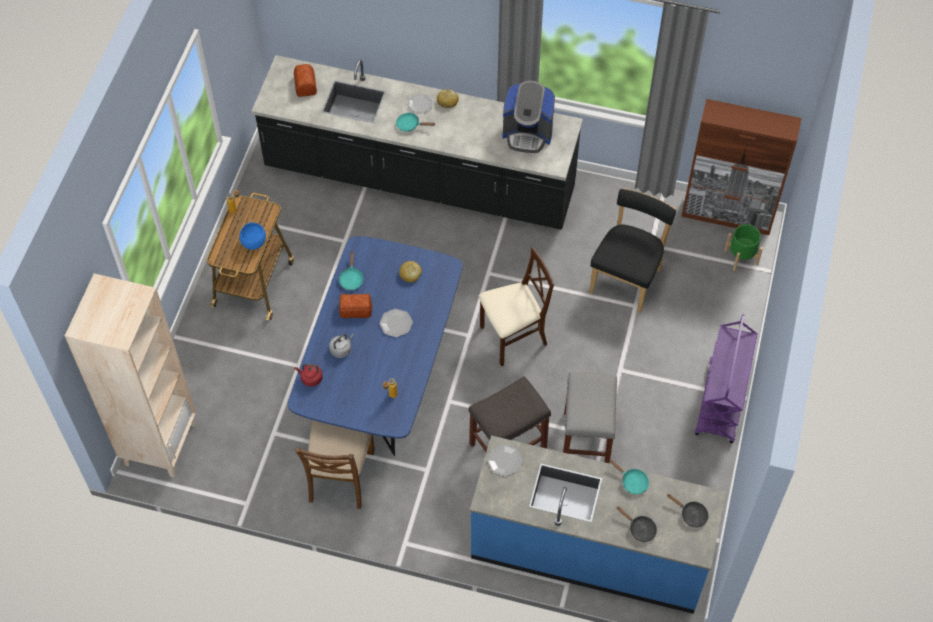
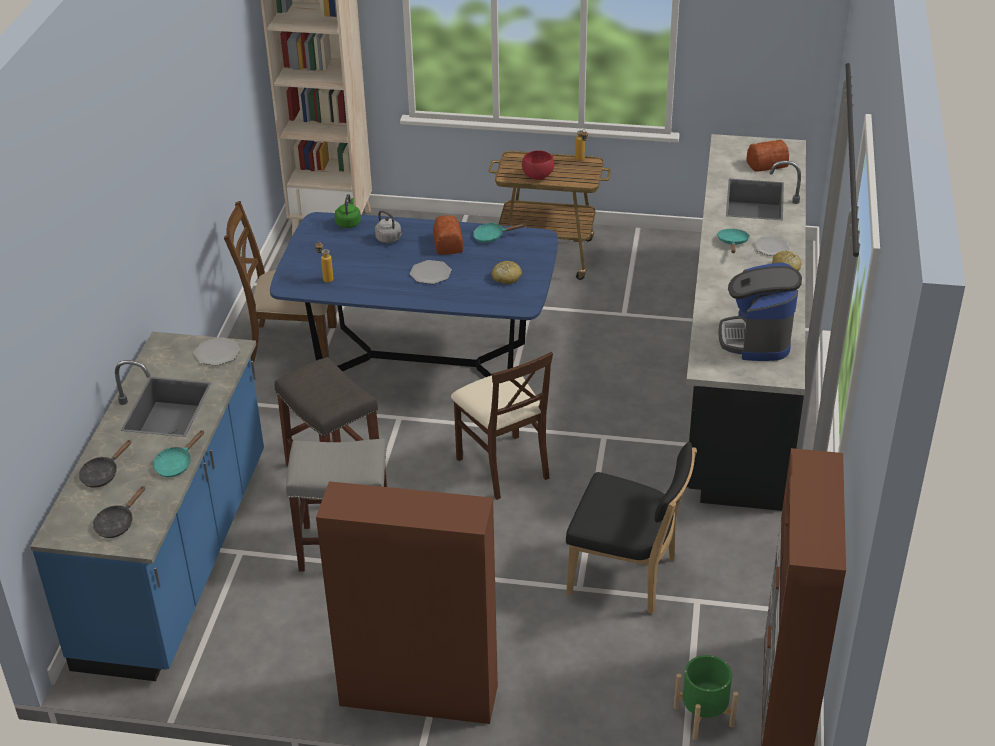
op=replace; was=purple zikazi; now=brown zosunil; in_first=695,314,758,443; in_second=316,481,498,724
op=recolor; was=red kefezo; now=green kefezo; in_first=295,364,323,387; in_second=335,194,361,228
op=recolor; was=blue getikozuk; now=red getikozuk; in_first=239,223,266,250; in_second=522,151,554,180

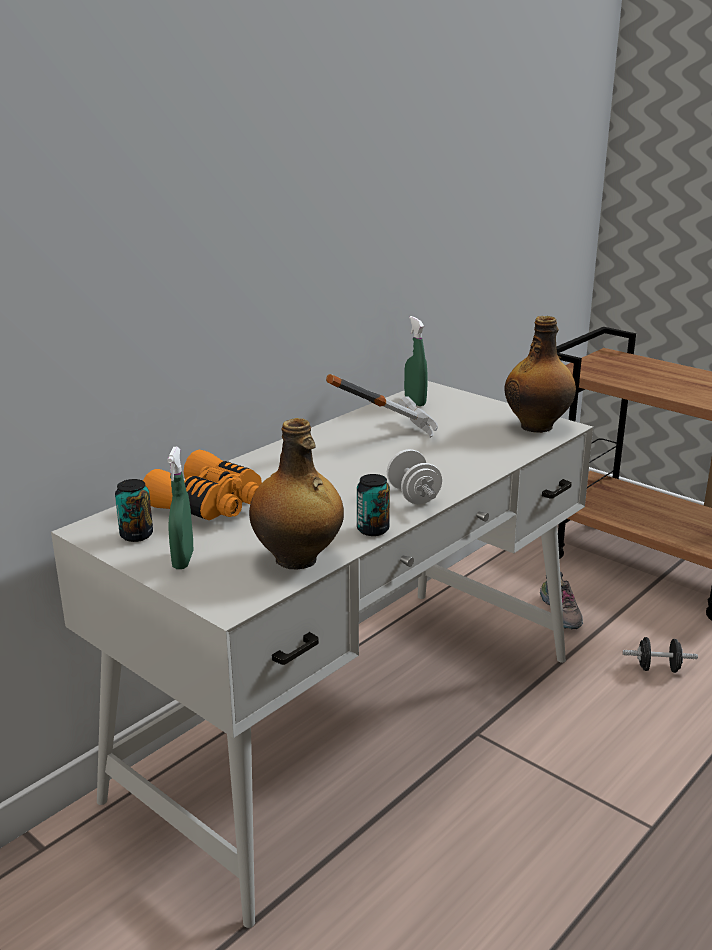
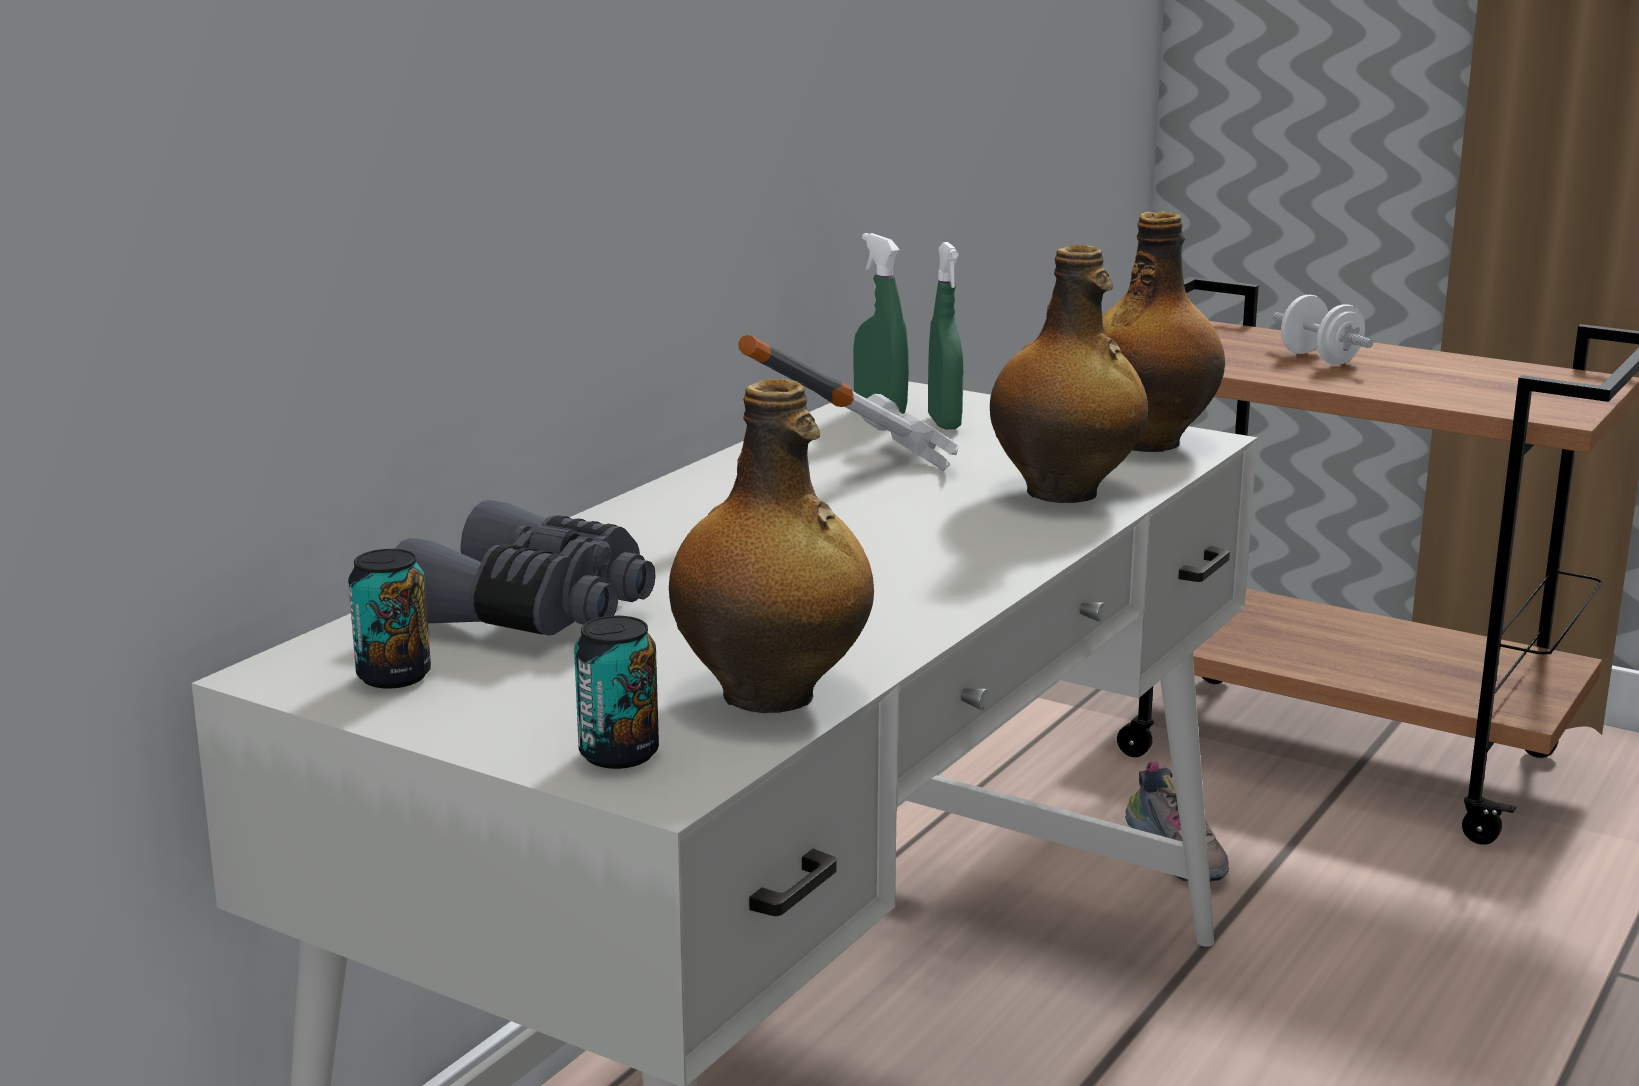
op=recolor; was=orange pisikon; now=grey pisikon; in_first=143,450,262,520; in_second=394,500,656,635
op=move; was=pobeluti; in_first=357,474,390,536; in_second=574,616,659,769
op=move; was=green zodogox; in_first=167,447,193,569; in_second=928,242,963,429
op=insert; now=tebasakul; in_second=990,245,1148,503
op=move; was=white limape; in_first=387,449,442,504; in_second=1273,295,1373,365
op=delete; was=black limape; in_first=623,637,698,673

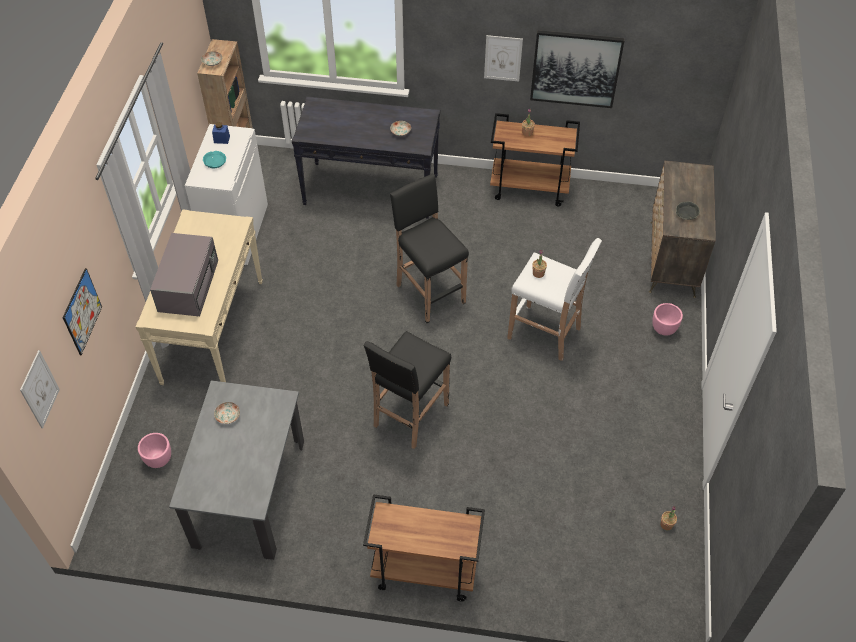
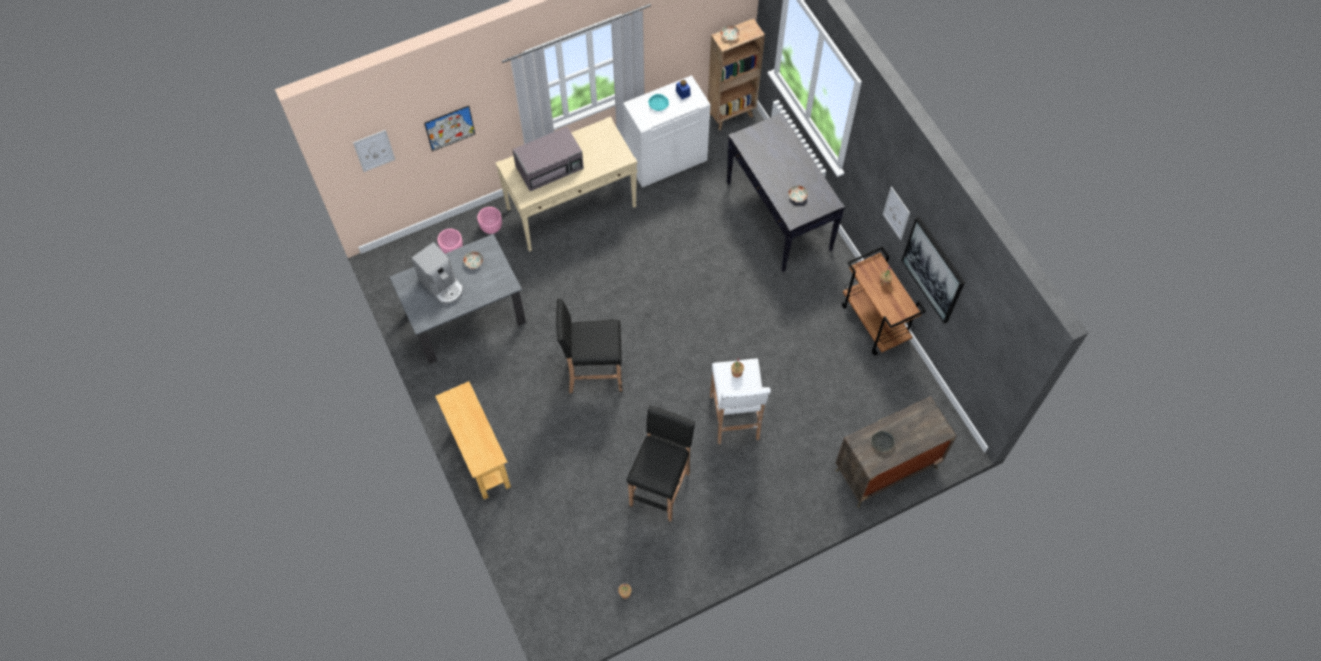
op=insert; now=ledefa; in_second=411,242,463,304
op=replace; was=brown zikazi; now=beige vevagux; in_first=363,494,485,601; in_second=435,381,511,499
op=move; was=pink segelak; in_first=652,303,683,336; in_second=477,207,502,234
op=move; was=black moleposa; in_first=390,173,469,323; in_second=627,406,695,522

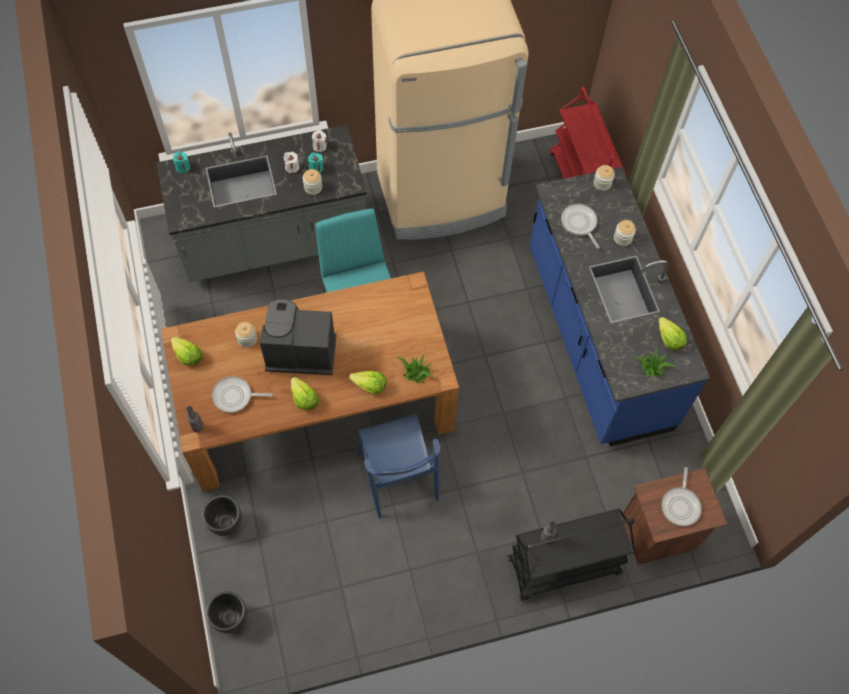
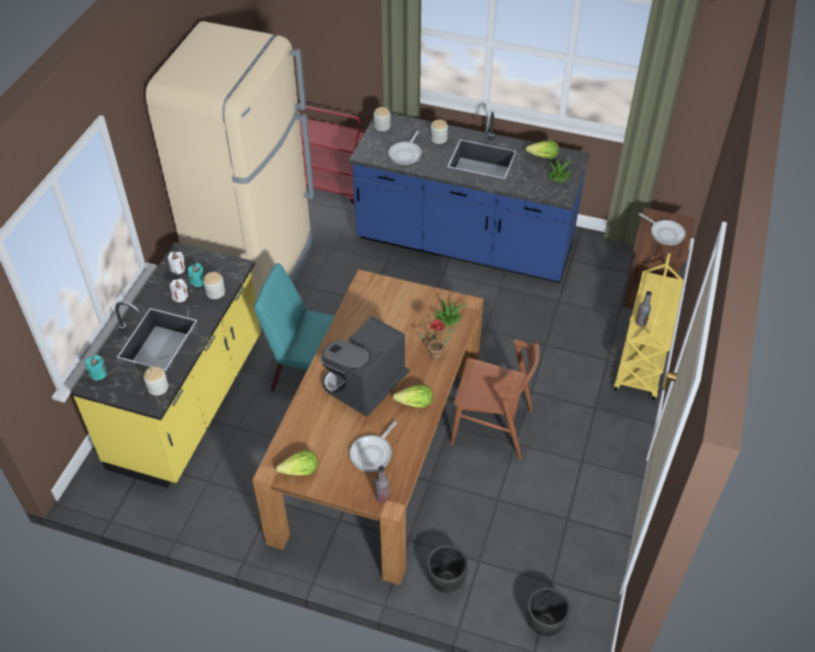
op=recolor; was=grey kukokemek; now=yellow kukokemek; in_first=156,125,367,282; in_second=71,242,261,488
op=move; was=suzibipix; in_first=235,322,257,348; in_second=144,366,168,396
op=rotate; was=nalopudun; in_first=561,204,600,248; in_second=388,131,422,165; clockwise=-75
op=replace; was=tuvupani; now=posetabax; in_first=349,371,387,394; in_second=420,320,454,359
op=recolor; was=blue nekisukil; now=brown nekisukil; in_first=358,414,440,518; in_second=450,340,539,460
op=recolor; was=black zikazi; now=yellow zikazi; in_first=508,509,635,601; in_second=614,253,684,400

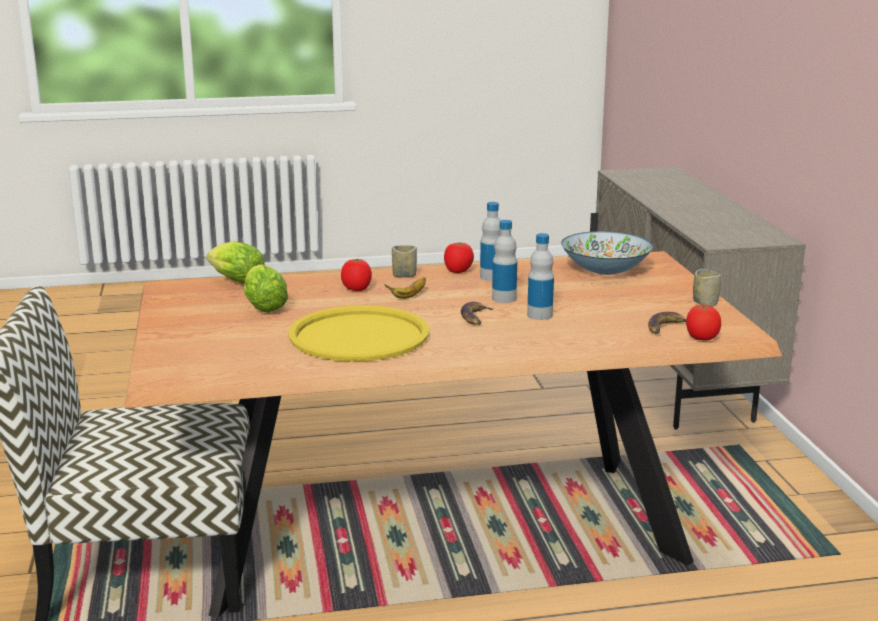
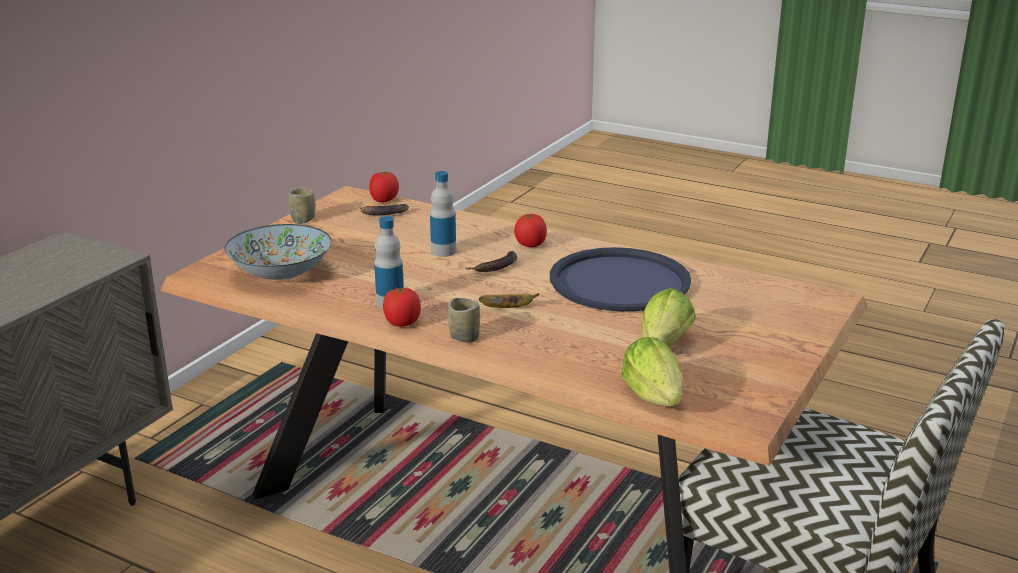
op=move; was=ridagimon; in_first=341,259,372,291; in_second=514,213,547,247
op=recolor; was=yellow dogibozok; now=blue dogibozok; in_first=288,305,429,362; in_second=550,247,691,312
op=delete; was=tebasakul; in_first=492,220,517,303

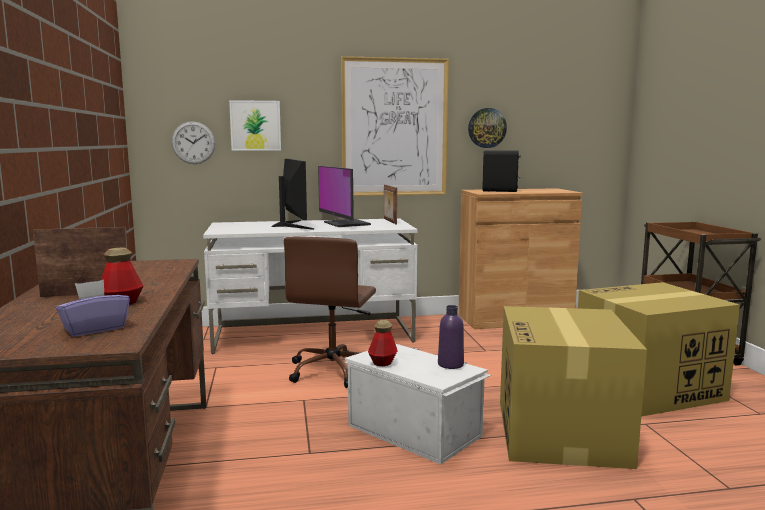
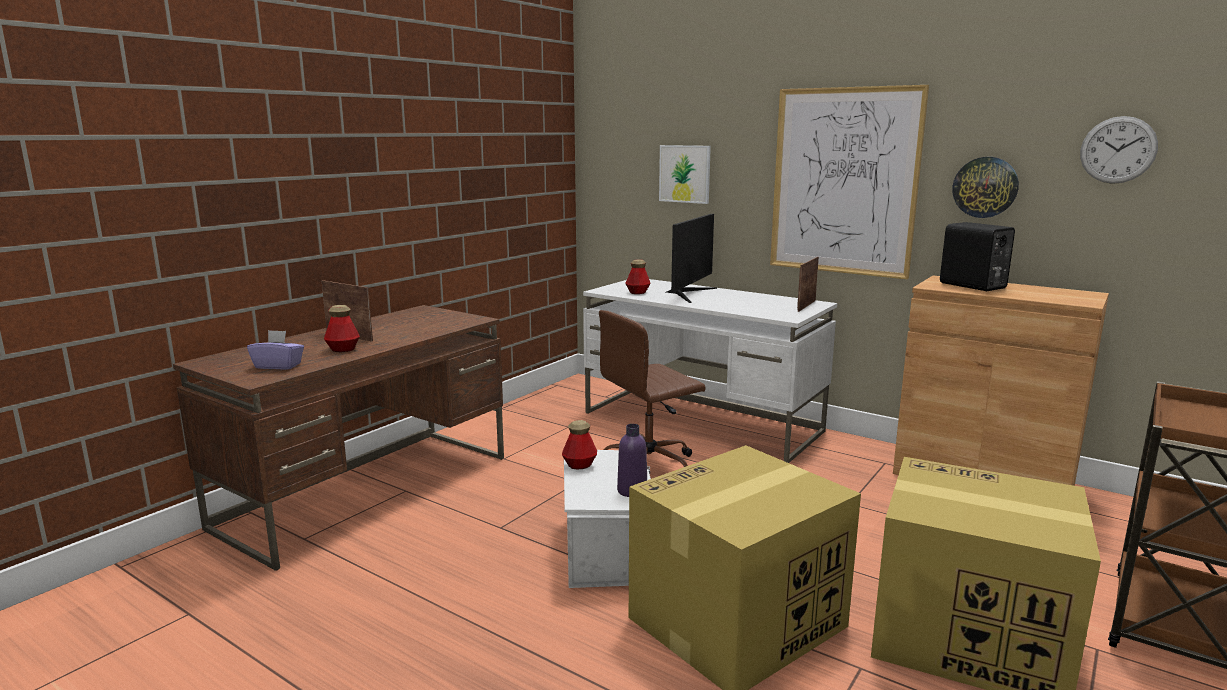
op=insert; now=tebasakul; in_second=625,259,650,294
op=move; was=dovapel; in_first=172,121,215,164; in_second=1080,116,1158,184
op=delete; was=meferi; in_first=318,166,371,227

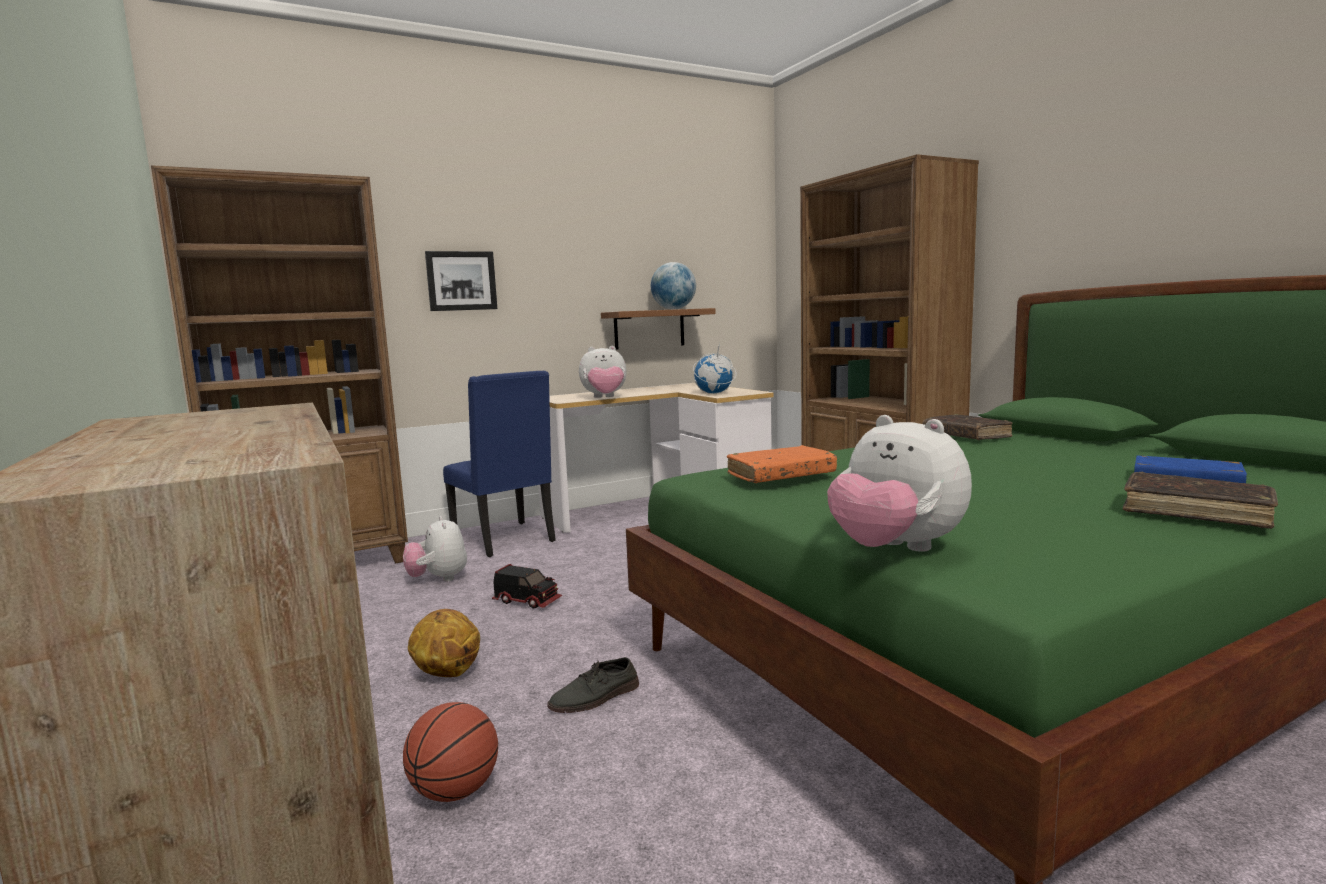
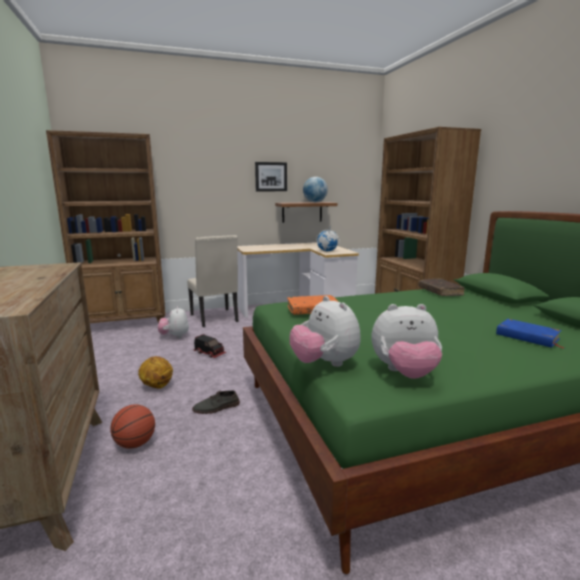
op=recolor; was=blue nekisukil; now=beige nekisukil; in_first=443,371,556,557; in_second=187,235,239,327
op=move; was=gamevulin; in_first=425,251,497,311; in_second=255,162,287,191
op=move; was=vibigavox; in_first=579,346,627,398; in_second=371,304,442,379
op=delete; was=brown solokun; in_first=1123,472,1278,529

